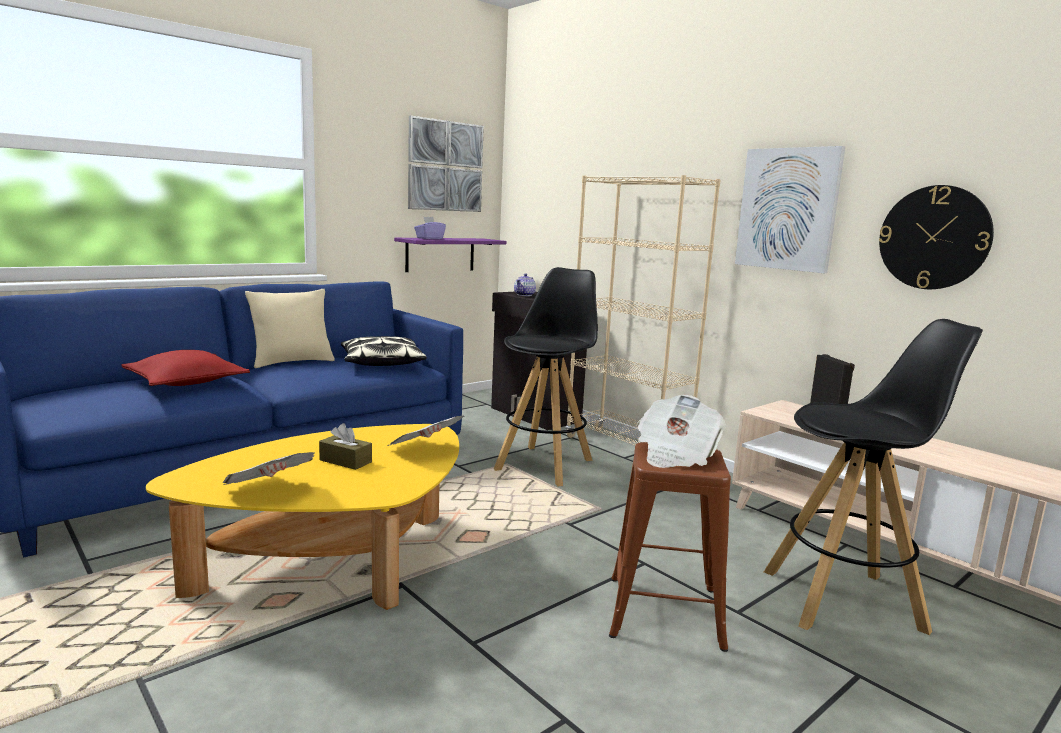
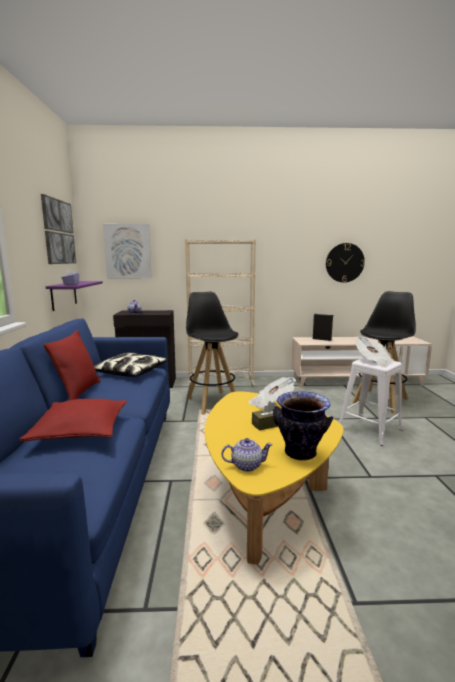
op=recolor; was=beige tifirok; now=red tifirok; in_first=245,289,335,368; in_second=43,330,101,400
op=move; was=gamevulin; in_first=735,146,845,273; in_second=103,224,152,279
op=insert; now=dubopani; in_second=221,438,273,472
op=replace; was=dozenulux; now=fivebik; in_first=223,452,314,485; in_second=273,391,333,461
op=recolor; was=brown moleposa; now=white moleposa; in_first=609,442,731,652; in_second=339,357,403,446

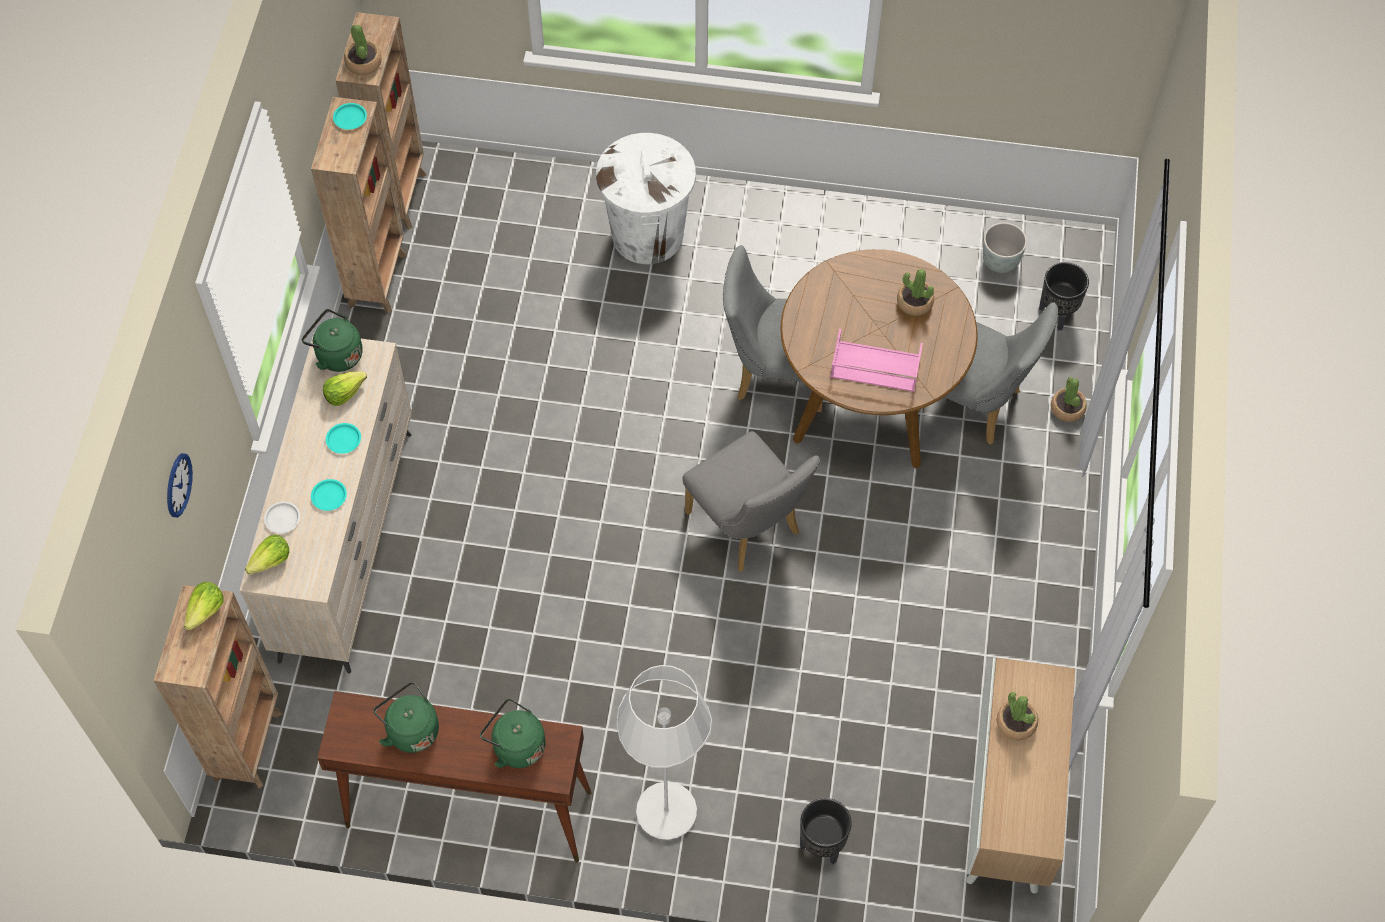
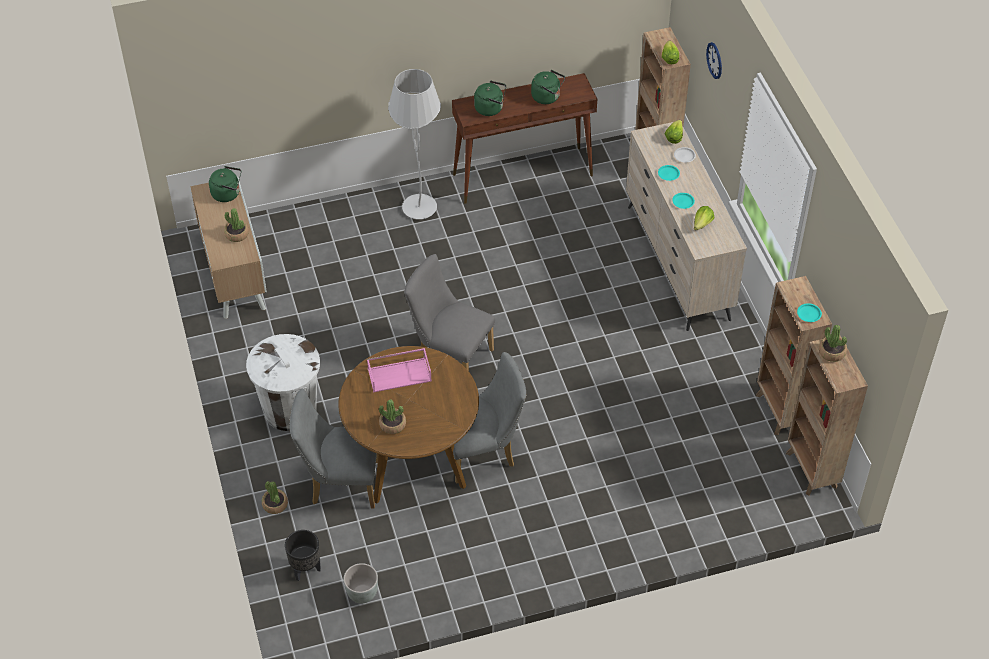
op=move; was=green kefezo; in_first=302,309,363,372; in_second=209,166,241,202
op=move; was=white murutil; in_first=596,133,696,264; in_second=246,334,320,431
op=delete; was=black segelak; in_first=800,798,852,865

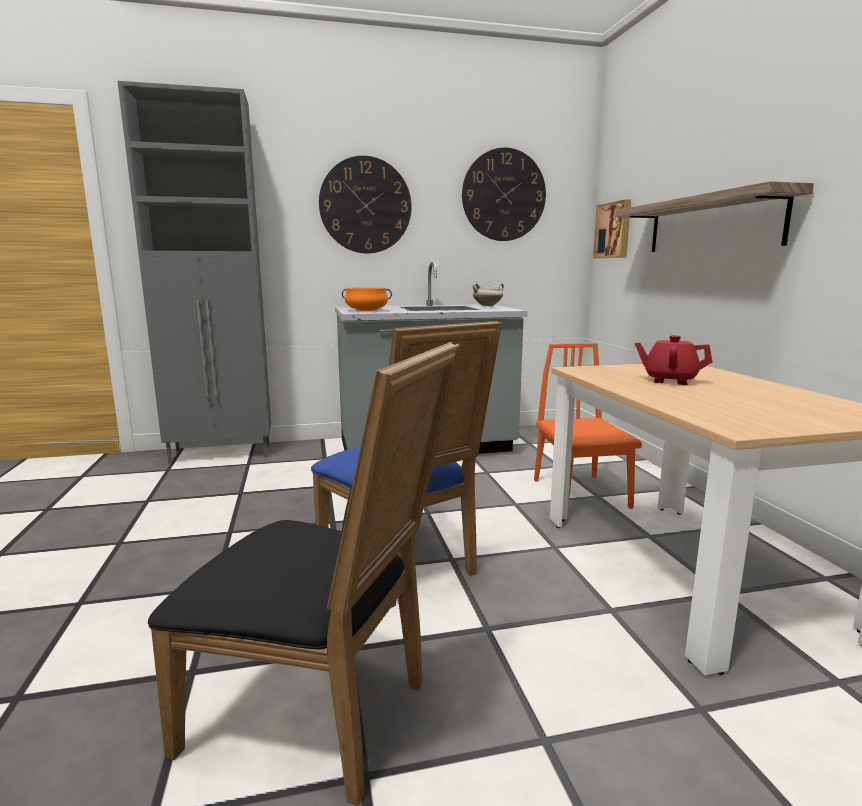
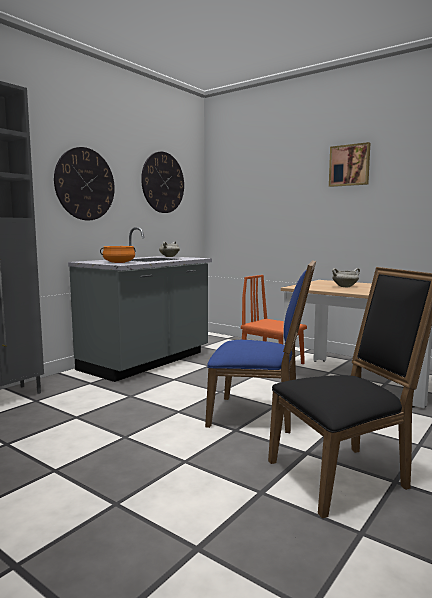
op=move; was=gamevulin; in_first=593,199,631,258; in_second=329,142,370,187
op=replace; was=red dubopani; now=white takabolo; in_first=635,335,712,385; in_second=332,268,360,288
op=delete; was=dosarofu; in_first=615,181,814,252

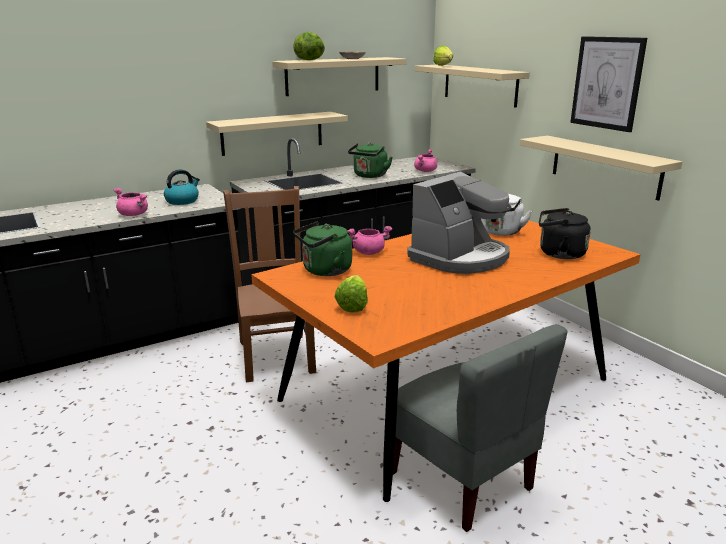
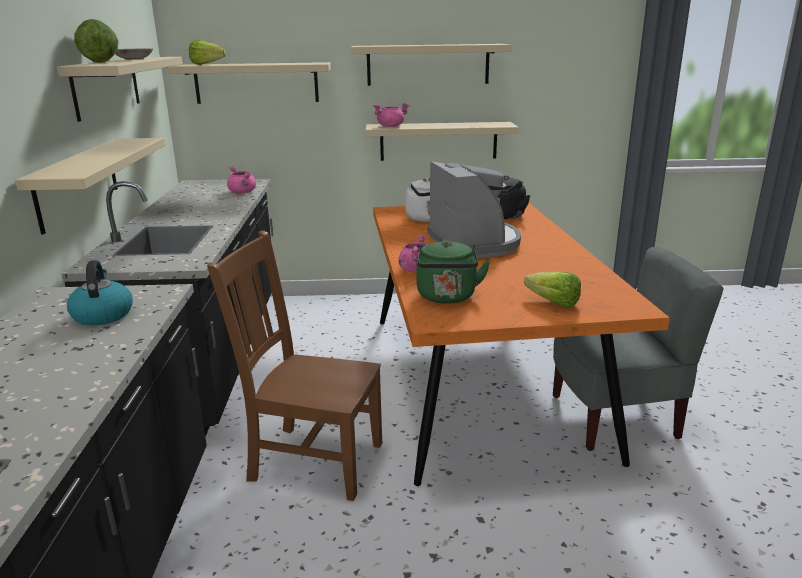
op=replace; was=gamevulin; now=beige dosarofu; in_first=570,36,647,132; in_second=351,44,511,86
op=move; was=pink takabolo; in_first=114,188,148,216; in_second=373,103,409,127
op=delete; was=green kefezo; in_first=348,143,393,178

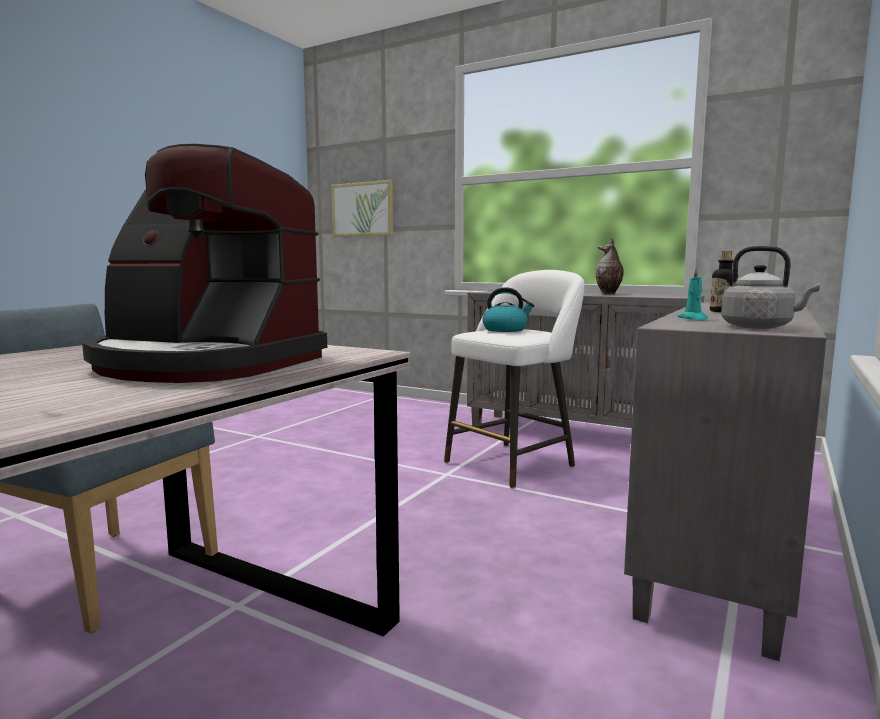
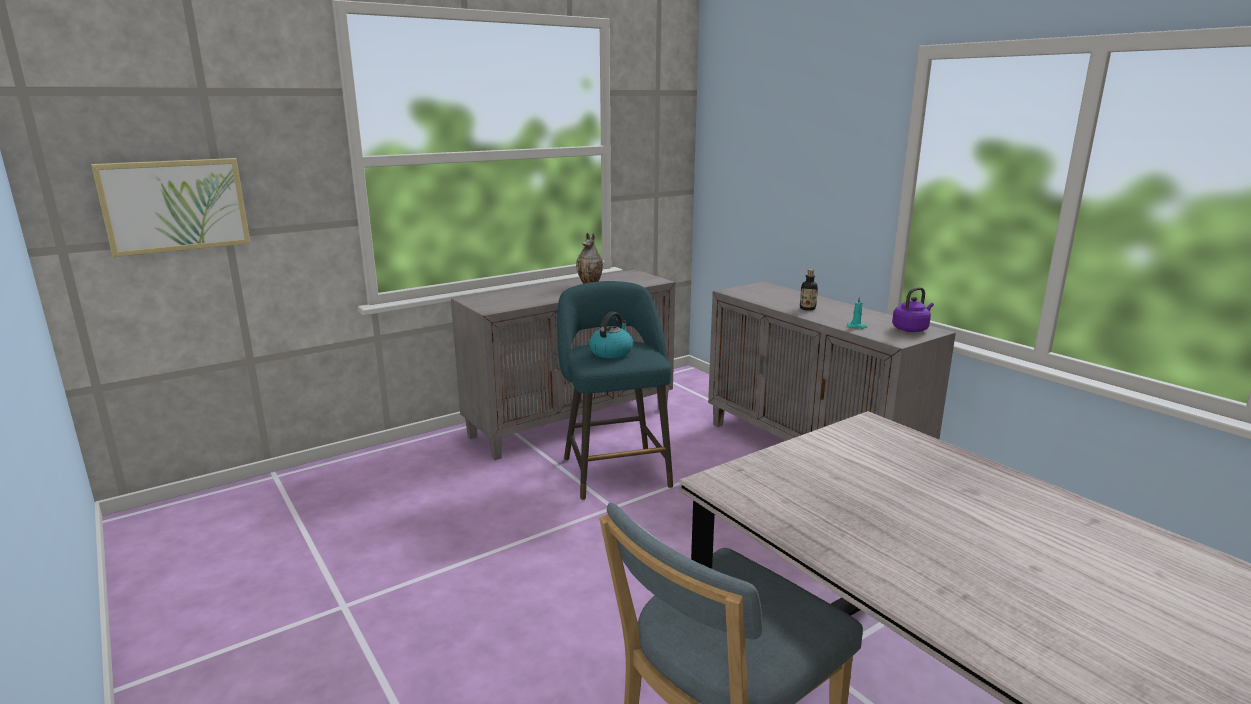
op=recolor; was=white moleposa; now=turquoise moleposa; in_first=444,270,585,489; in_second=557,281,673,500
op=recolor; was=grey kefezo; now=purple kefezo; in_first=721,246,820,329; in_second=892,287,934,332
op=delete; was=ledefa; in_first=82,144,327,383

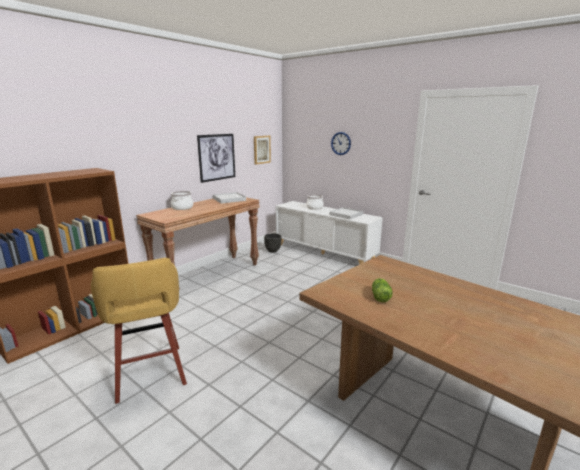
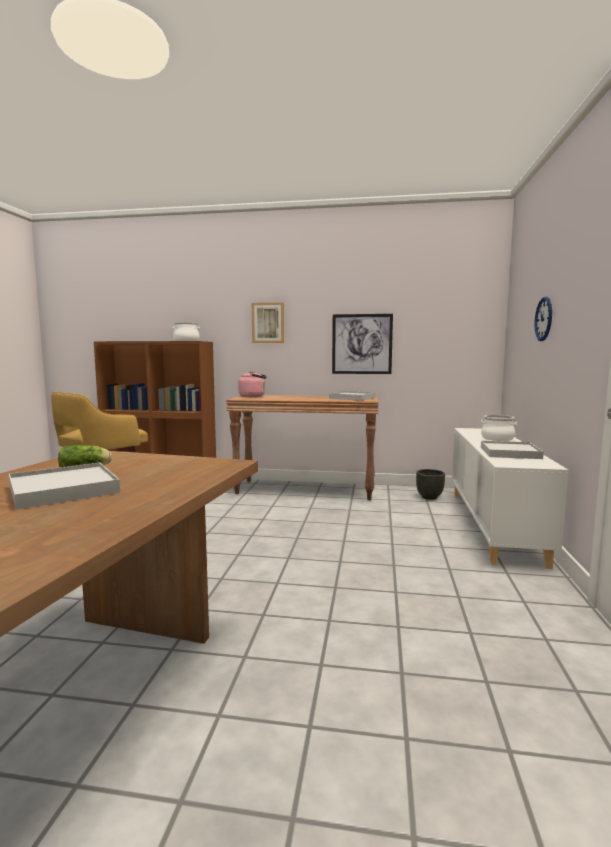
op=insert; now=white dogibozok; in_second=9,463,120,510
op=move; was=takabolo; in_first=171,191,193,210; in_second=172,322,200,341
op=insert; now=pink kefezo; in_second=238,371,267,397
op=move; was=gamevulin; in_first=254,136,271,165; in_second=252,302,284,343

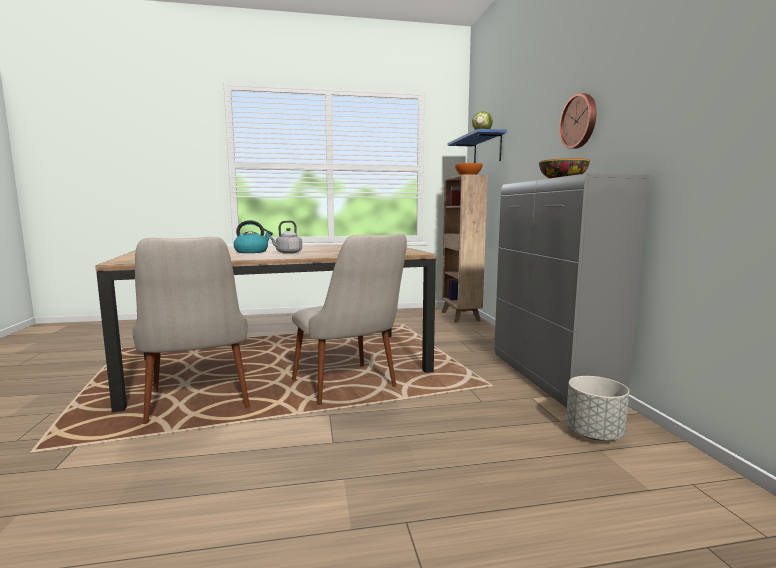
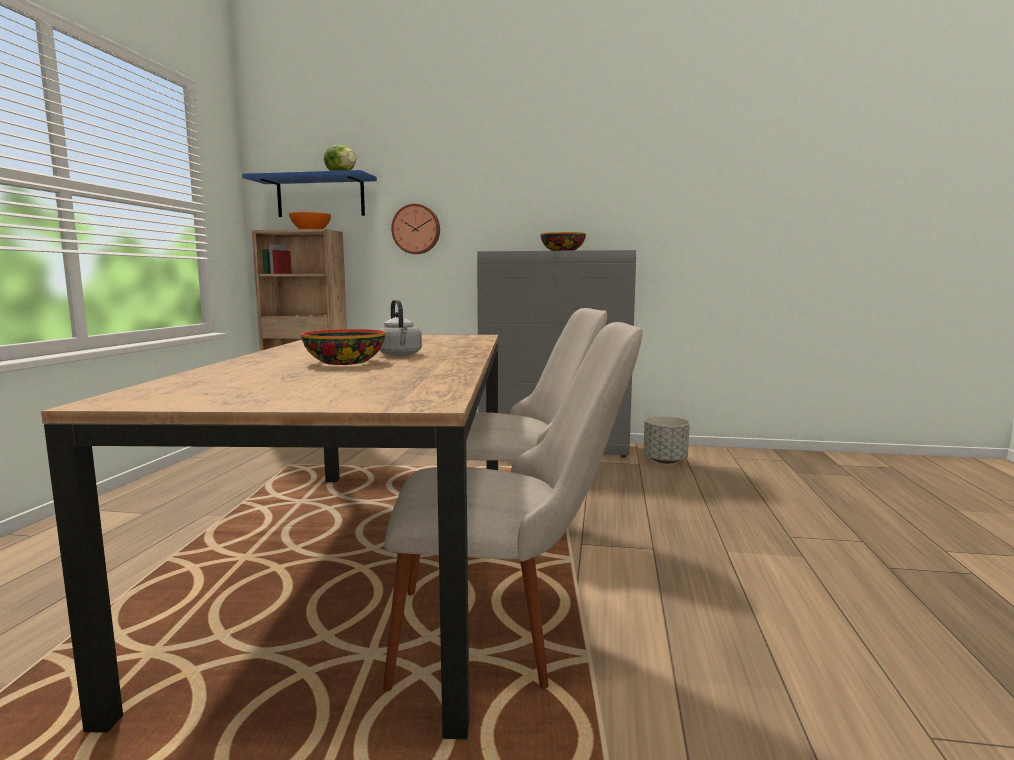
op=replace; was=kefezo; now=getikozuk; in_first=234,220,273,253; in_second=301,329,385,365
op=move; was=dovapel; in_first=559,93,596,149; in_second=391,204,440,254

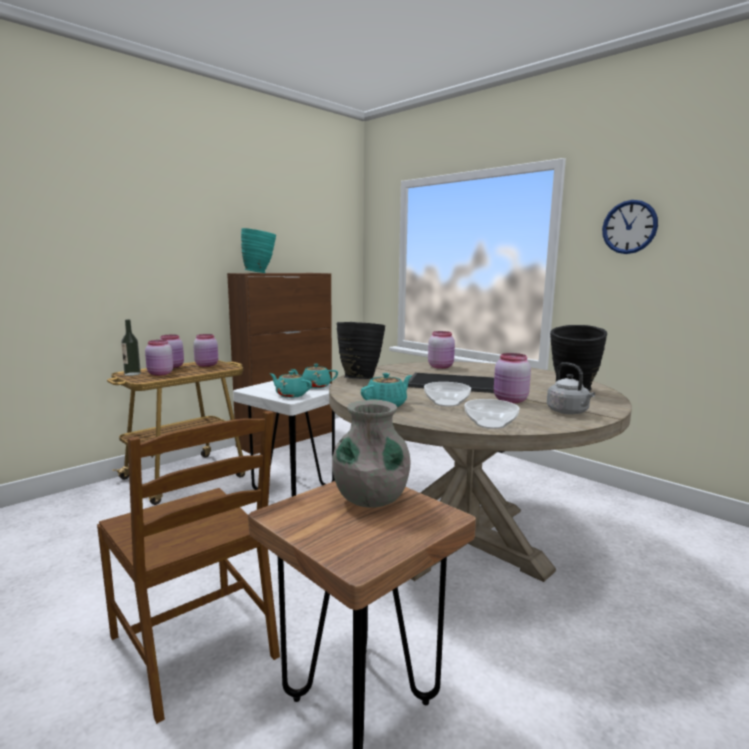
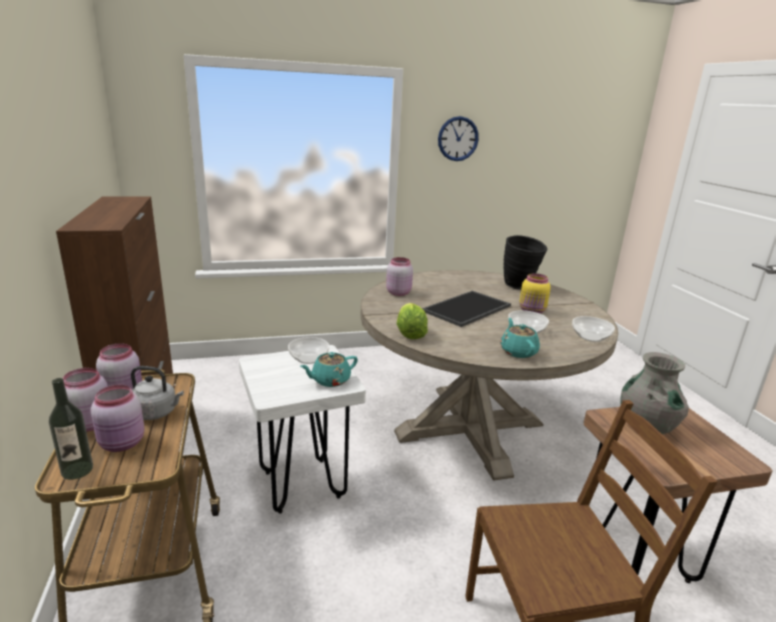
op=move; was=grey kefezo; in_first=547,362,595,414; in_second=131,366,184,420
op=replace; was=turquoise dubopani; now=getikozuk; in_first=290,364,338,388; in_second=288,337,329,364
op=replace; was=black fivebik; now=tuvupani; in_first=337,322,385,379; in_second=397,303,428,339
op=recolor; was=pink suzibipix; now=yellow suzibipix; in_first=494,353,531,403; in_second=519,273,551,313
op=delete; was=turquoise fivebik; in_first=241,228,276,273

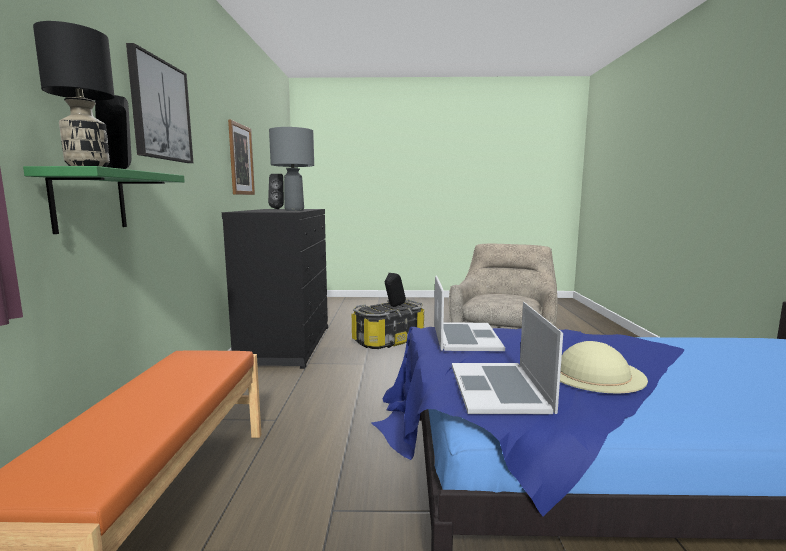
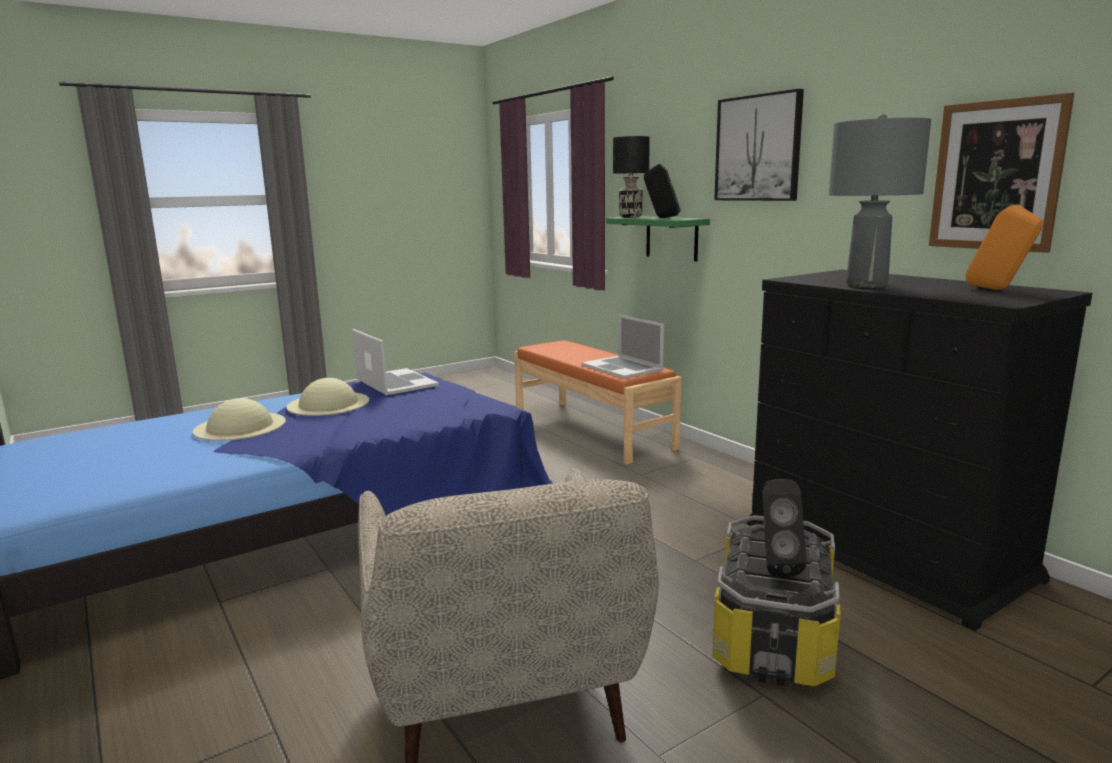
op=insert; now=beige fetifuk; in_second=193,398,286,441
op=move; was=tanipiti; in_first=434,275,505,351; in_second=582,315,664,379
op=recolor; was=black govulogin; now=orange govulogin; in_first=268,174,284,209; in_second=965,204,1043,290

